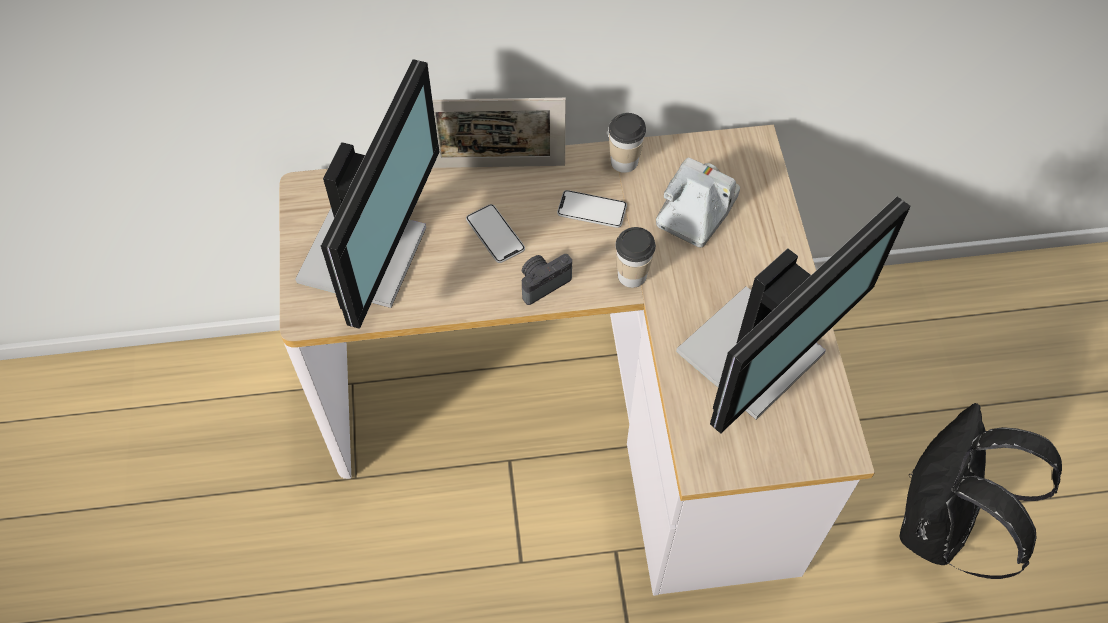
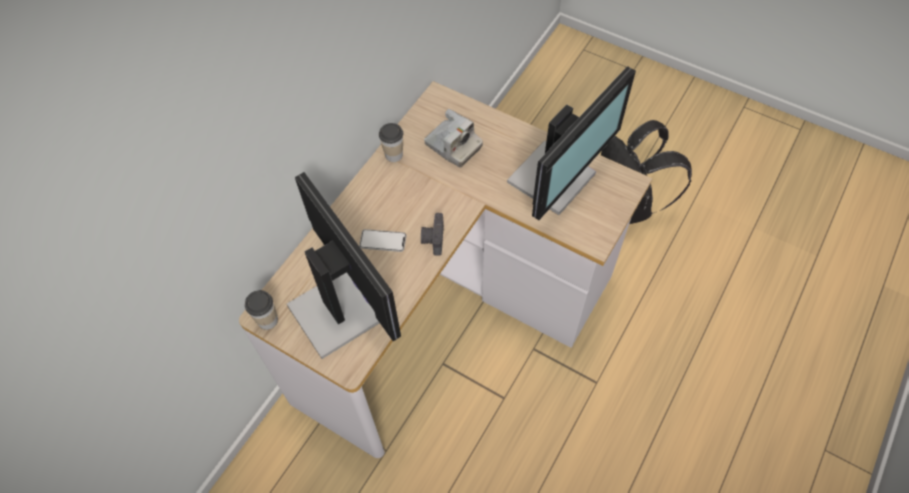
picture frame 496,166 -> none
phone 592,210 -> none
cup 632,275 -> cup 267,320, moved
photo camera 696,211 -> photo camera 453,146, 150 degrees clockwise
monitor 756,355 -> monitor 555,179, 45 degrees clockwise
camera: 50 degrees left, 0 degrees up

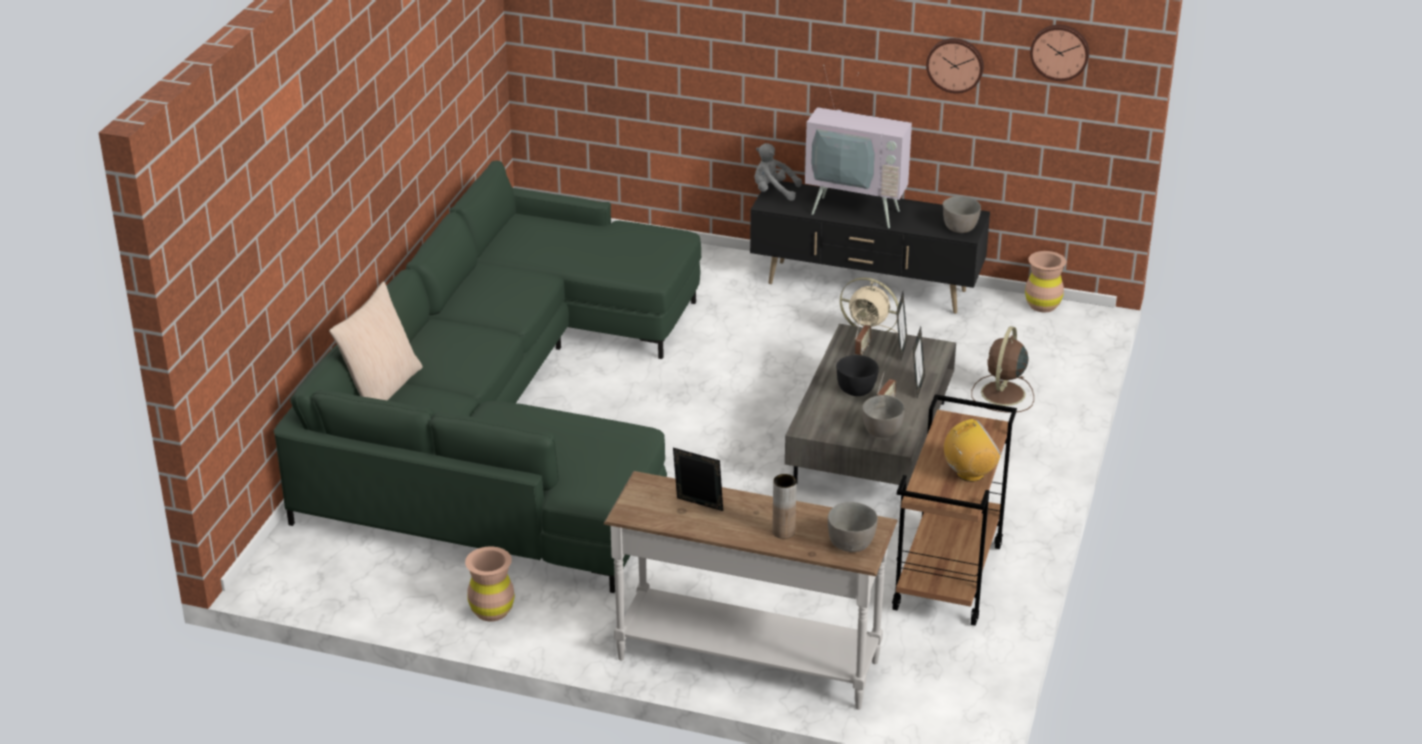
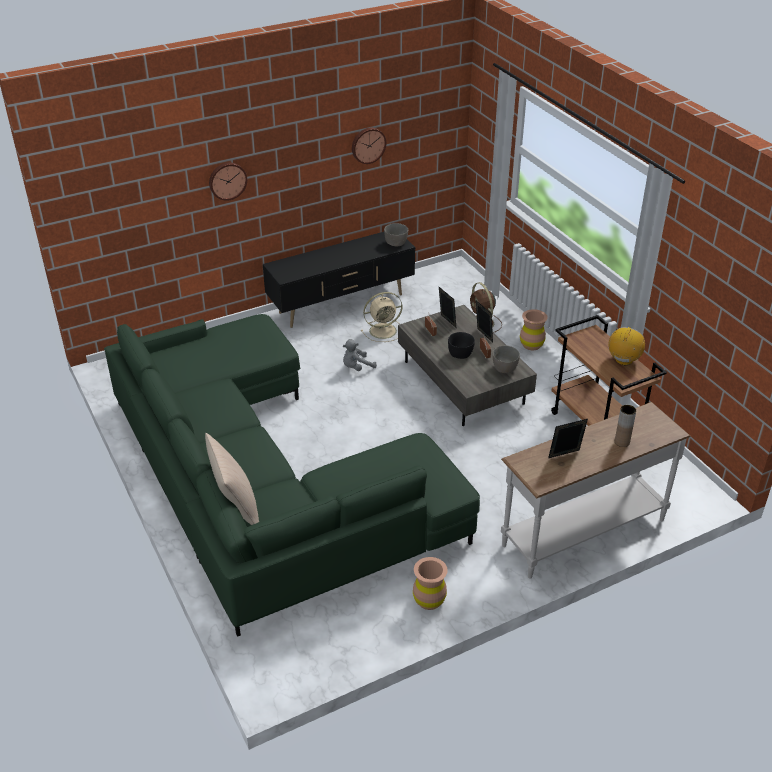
television 858,209 -> none
grey bowl 852,544 -> none
grey plush toy 773,192 -> grey plush toy 356,367, moved
brown vase 1042,305 -> brown vase 531,345, moved
wall clock 1060,51 -> wall clock 227,180, moved
camera: 45 degrees left, 5 degrees up

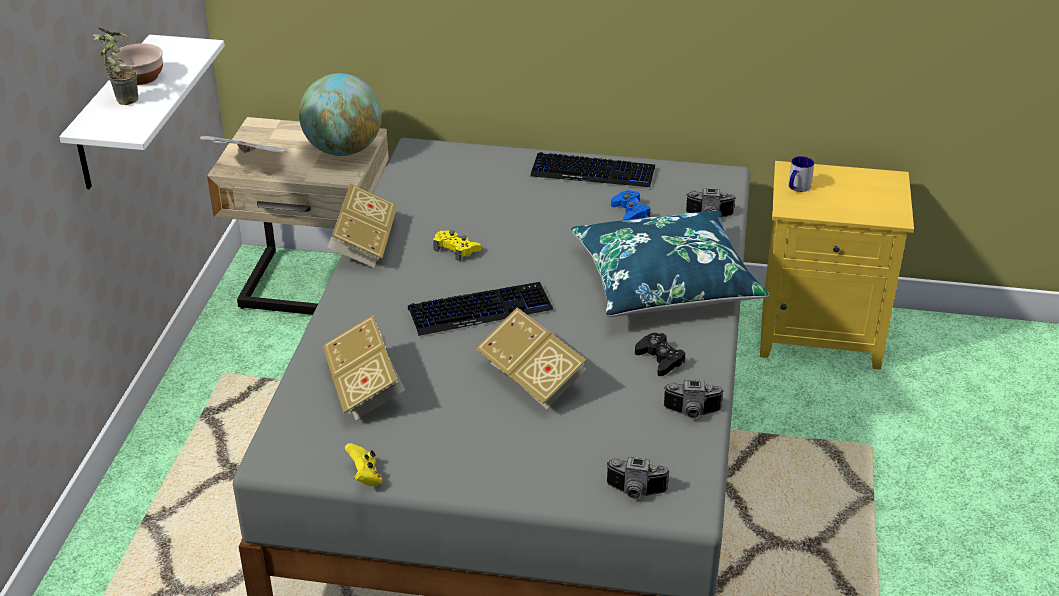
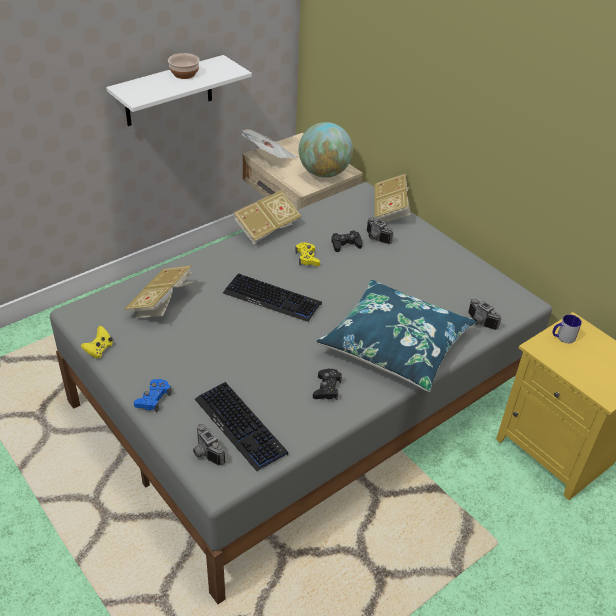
potted plant 121,99 -> none
none -> black game controller 345,244
book 532,378 -> book 390,210, moved
keyboard 593,172 -> keyboard 241,426, moved
blue game controller 630,212 -> blue game controller 153,399, moved
photo camera 692,413 -> photo camera 375,238, moved
camera: 40 degrees right, 5 degrees up

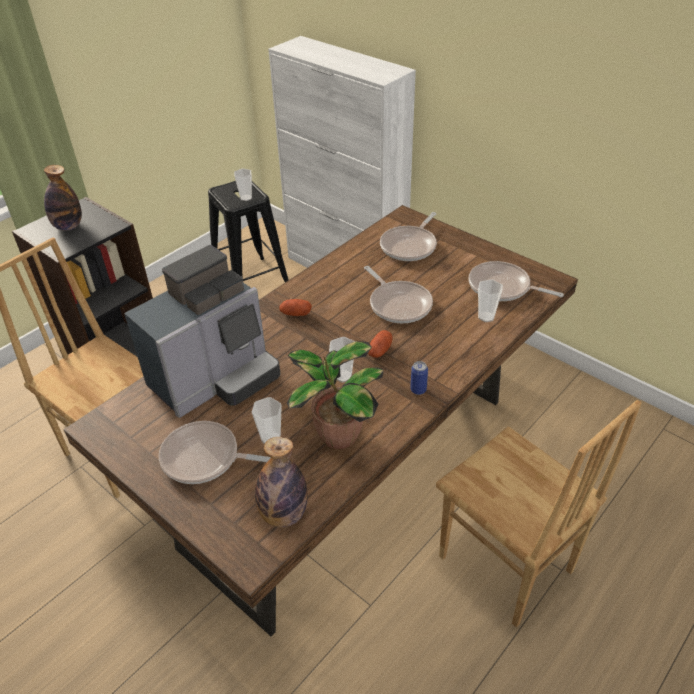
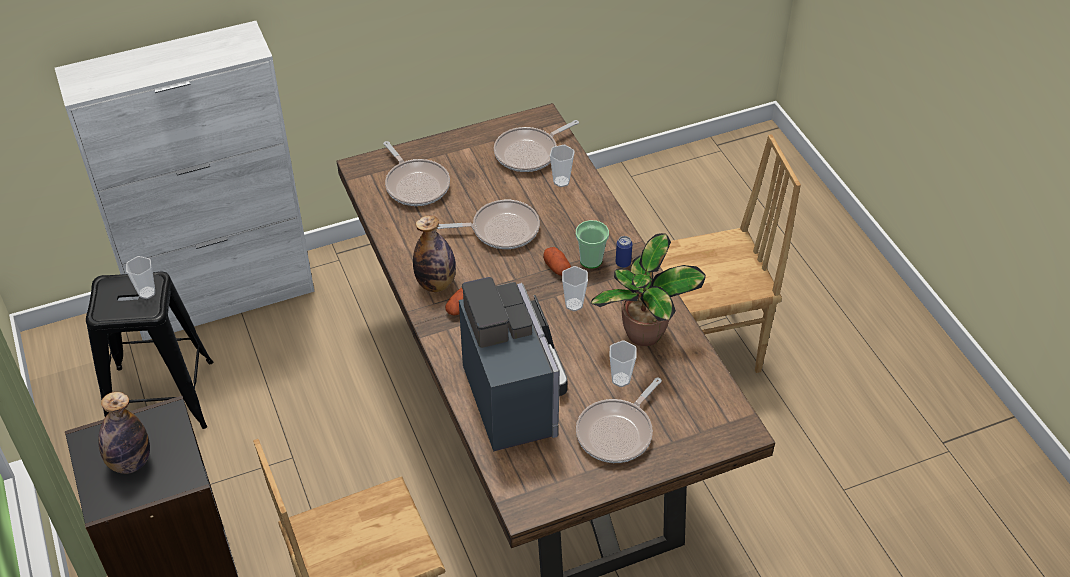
none -> cup 591,260
bottle 283,514 -> bottle 436,283, moved
camera: 65 degrees left, 5 degrees up

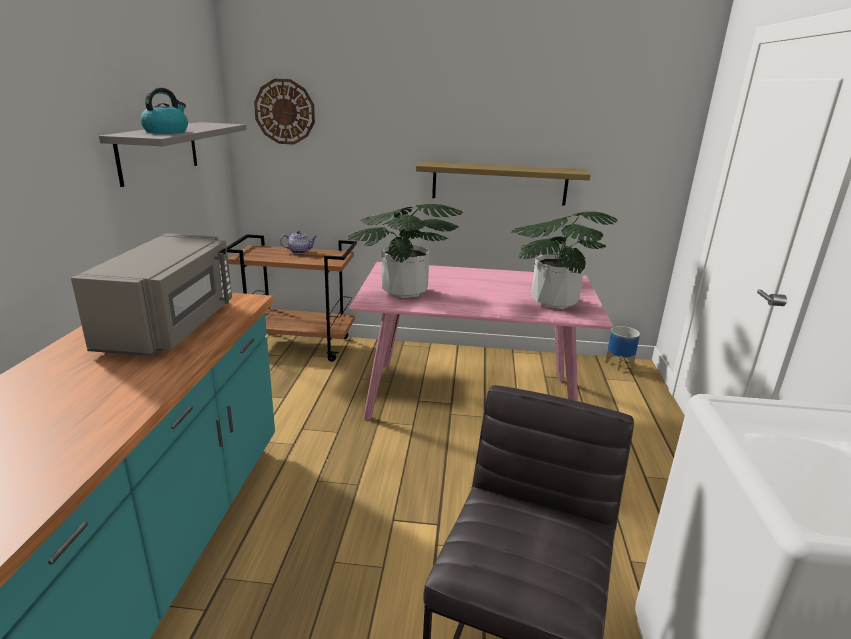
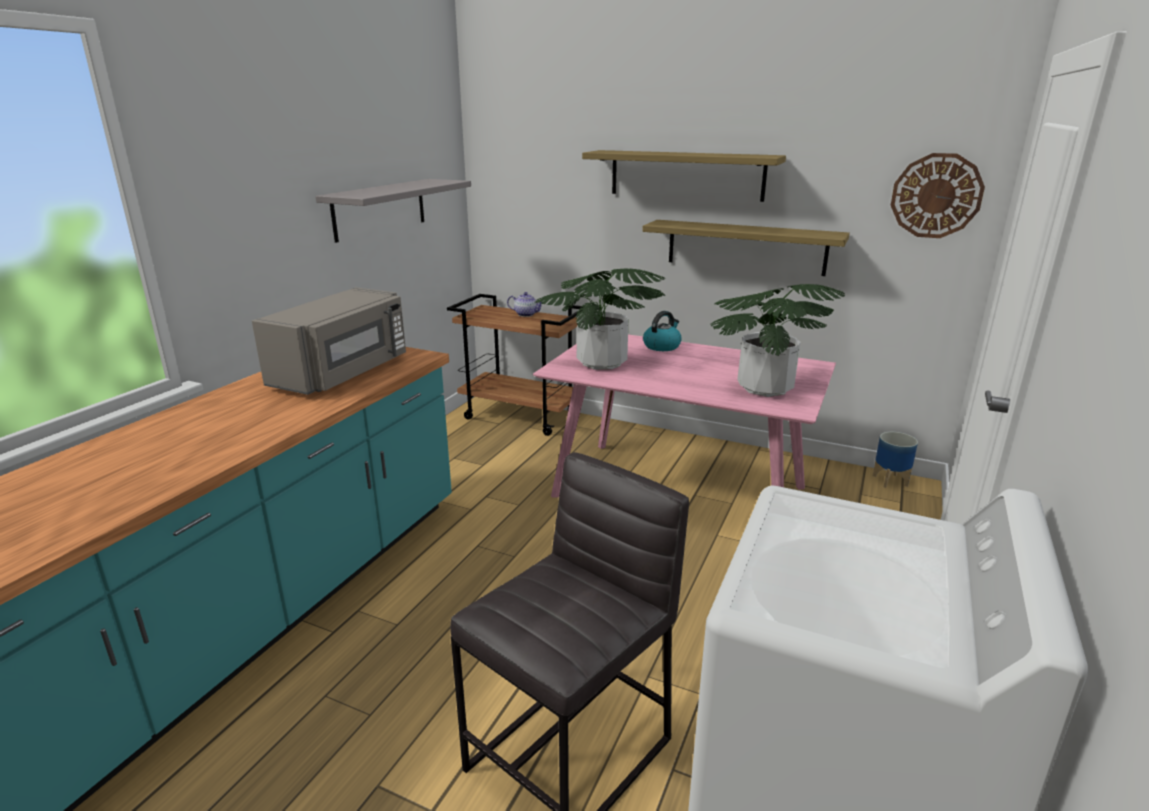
none -> shelf 686,175
kettle 166,132 -> kettle 662,346, moved
wall clock 285,112 -> wall clock 936,196, moved
camera: 20 degrees right, 0 degrees up

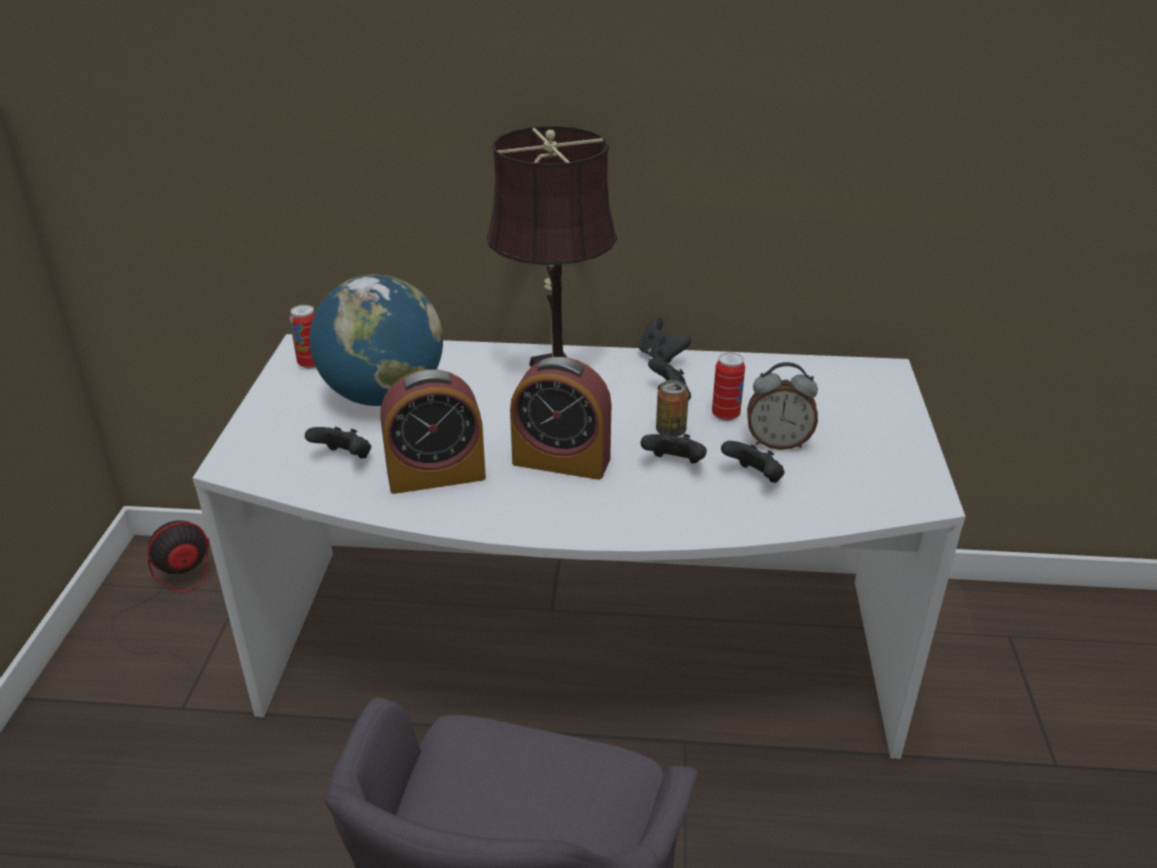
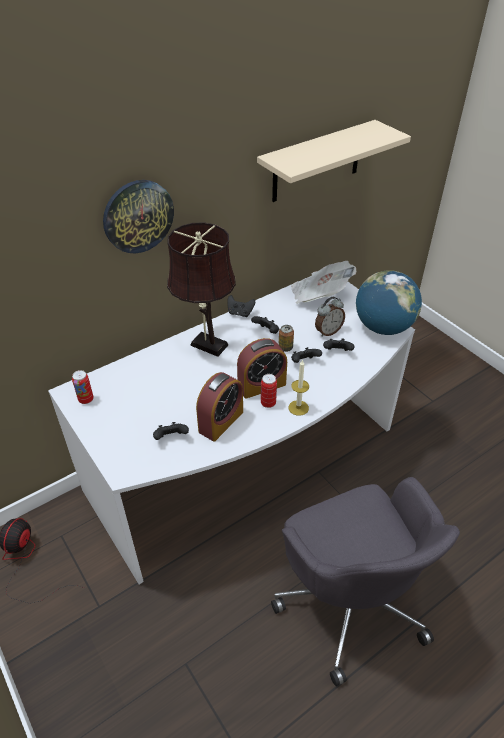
none -> wall clock 138,216
none -> beige shelf 317,162
none -> candle 298,408
none -> newspaper 319,295
globe 383,396 -> globe 383,327, moved
can 725,415 -> can 268,403, moved
camera: 40 degrees left, 10 degrees up

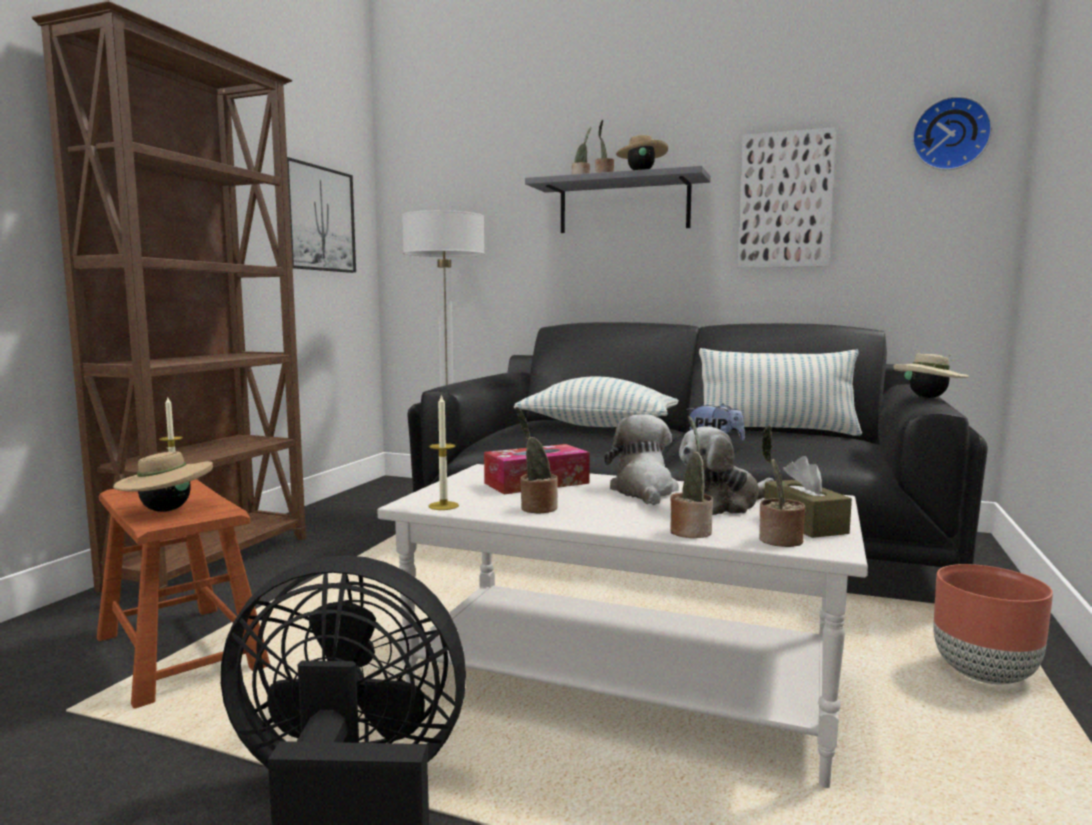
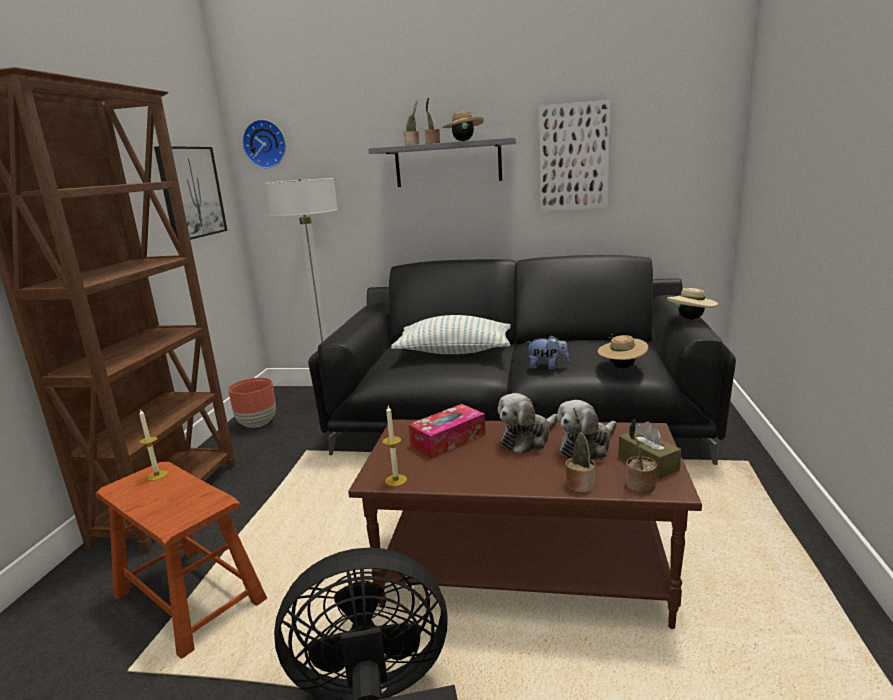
potted plant 536,508 -> none
pillow 776,432 -> none
beige hat 167,510 -> beige hat 621,367, moved
wall clock 950,134 -> wall clock 265,144, moved
brown planter 984,674 -> brown planter 258,424, moved
white coffee table 623,688 -> brown coffee table 524,570
plush toy 644,491 -> plush toy 527,439, 120 degrees counterclockwise
camera: 10 degrees left, 10 degrees up

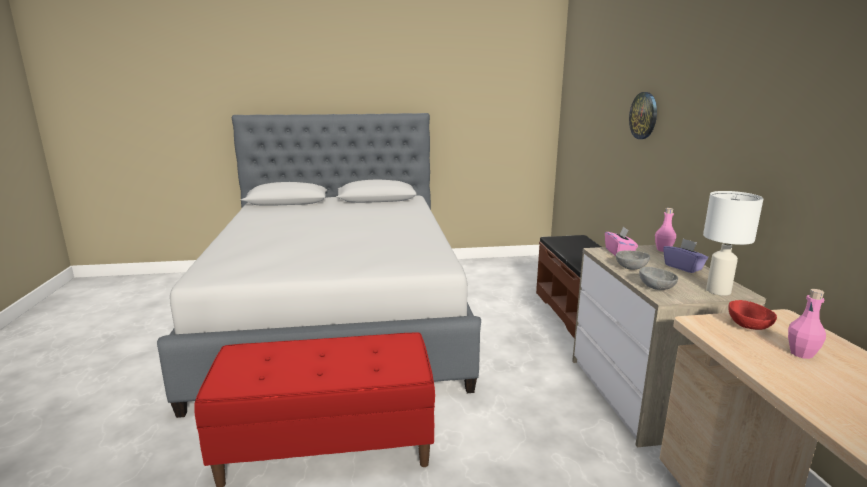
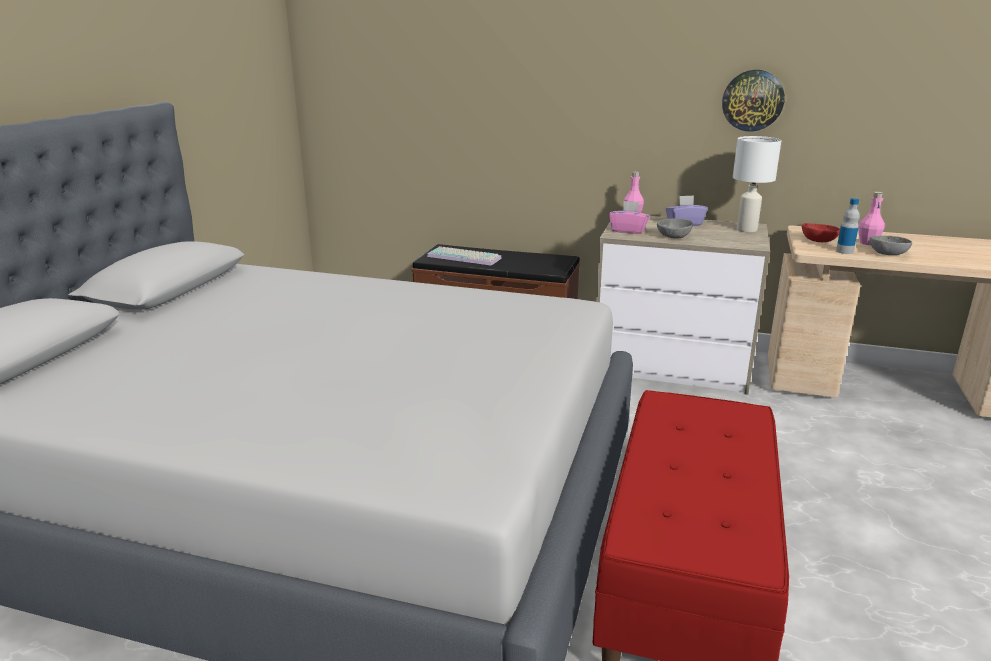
none -> keyboard 465,257
none -> bottle 844,251
wall clock 644,115 -> wall clock 752,100, moved
grey bowl 656,287 -> grey bowl 887,253, moved
camera: 65 degrees left, 5 degrees up

